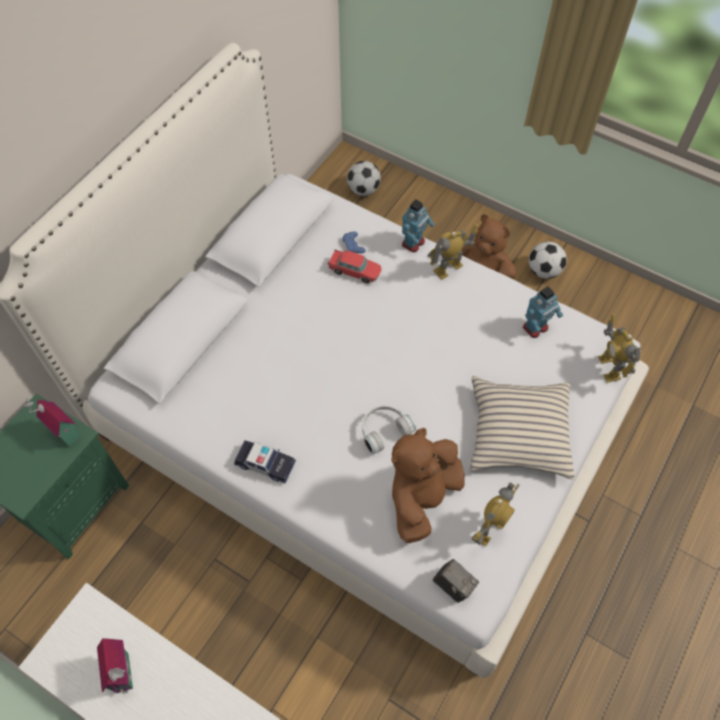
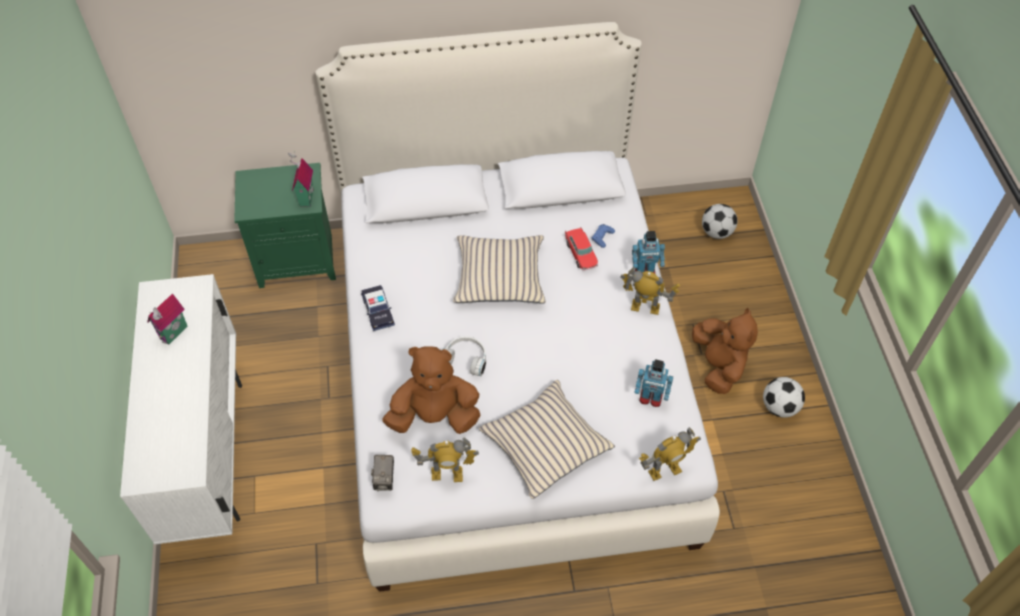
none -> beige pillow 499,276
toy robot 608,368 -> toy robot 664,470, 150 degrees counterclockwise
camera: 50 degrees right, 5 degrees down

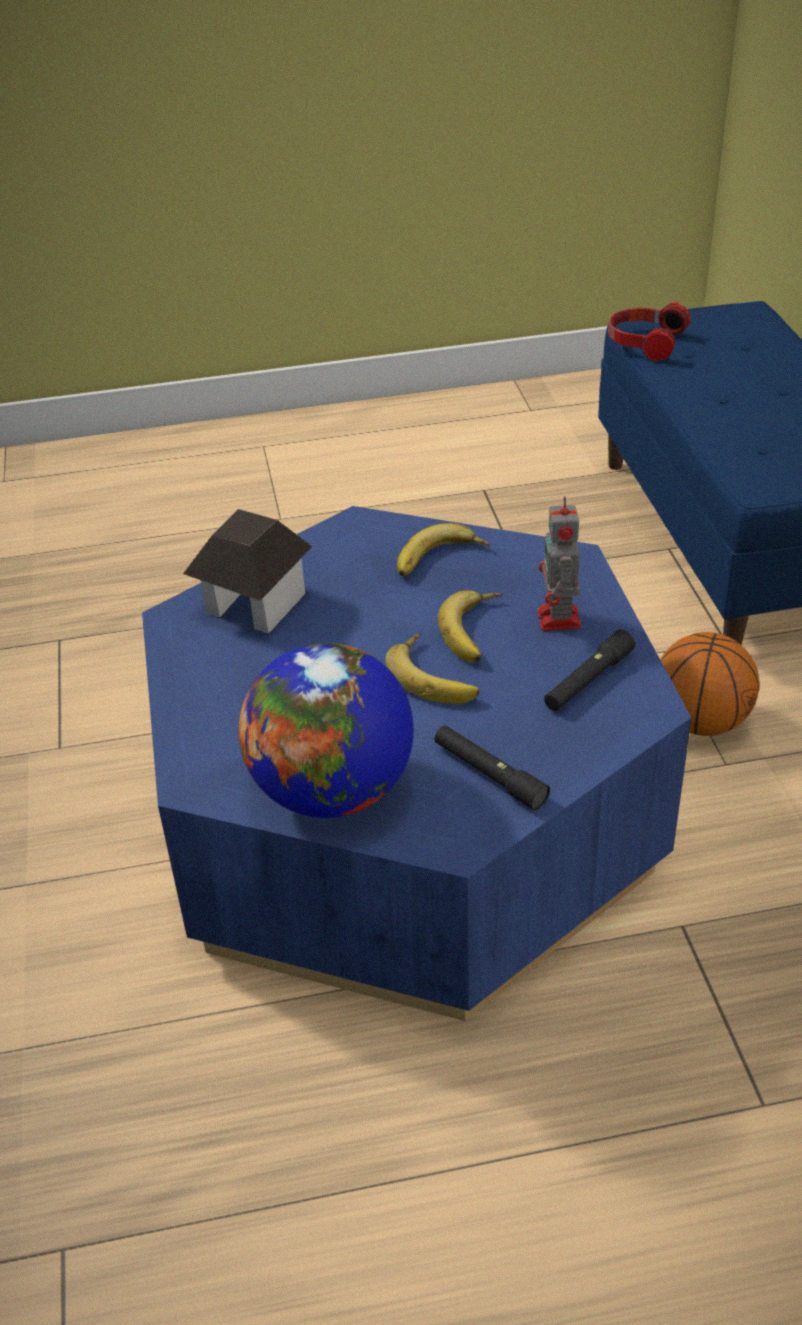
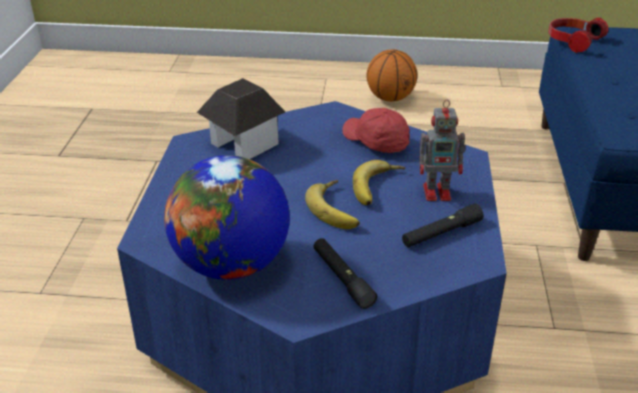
basketball 701,722 -> basketball 390,98, moved
banana 440,560 -> red cap 375,141
toy robot 559,621 -> toy robot 438,192, 105 degrees counterclockwise
camera: 15 degrees right, 5 degrees down

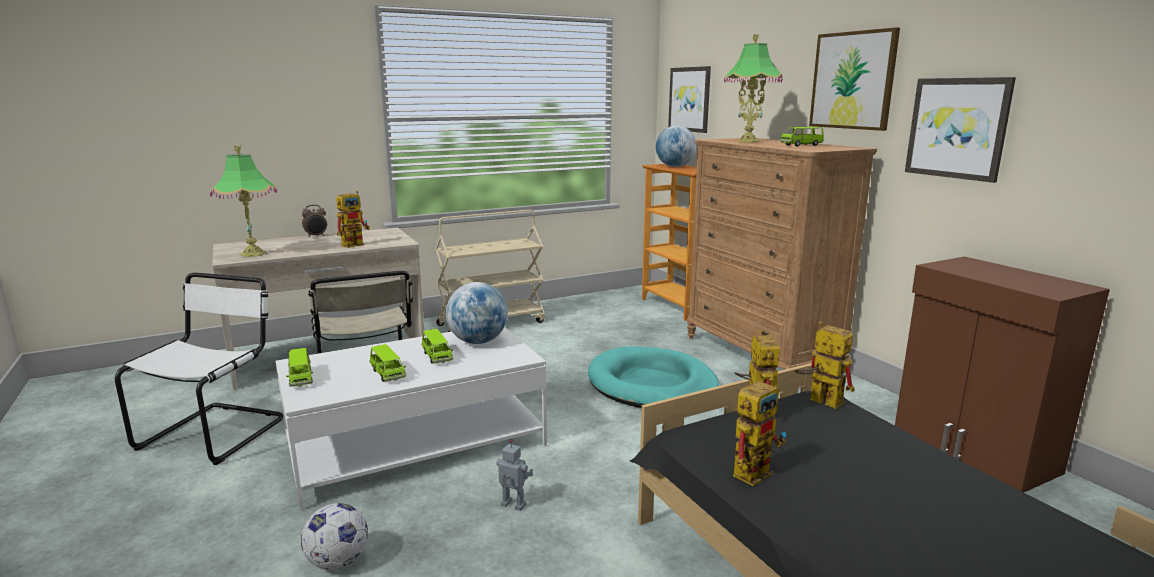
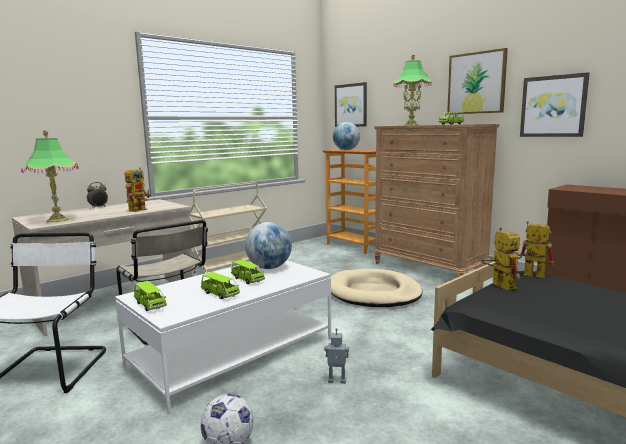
toy robot 754,470 -> none
turquoise dog bed 651,384 -> beige dog bed 373,293
camera: 15 degrees left, 5 degrees down

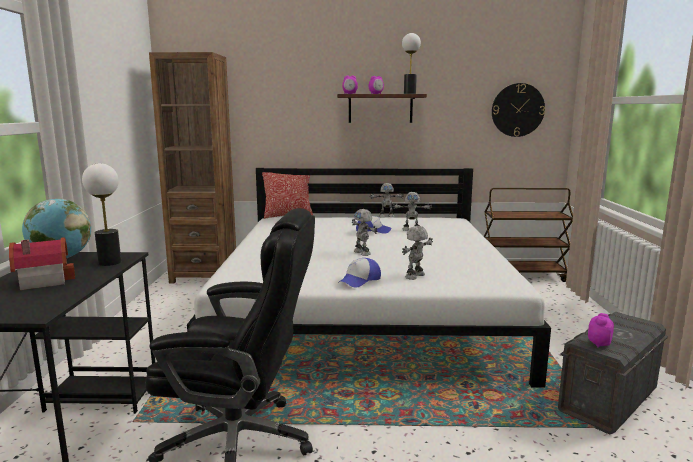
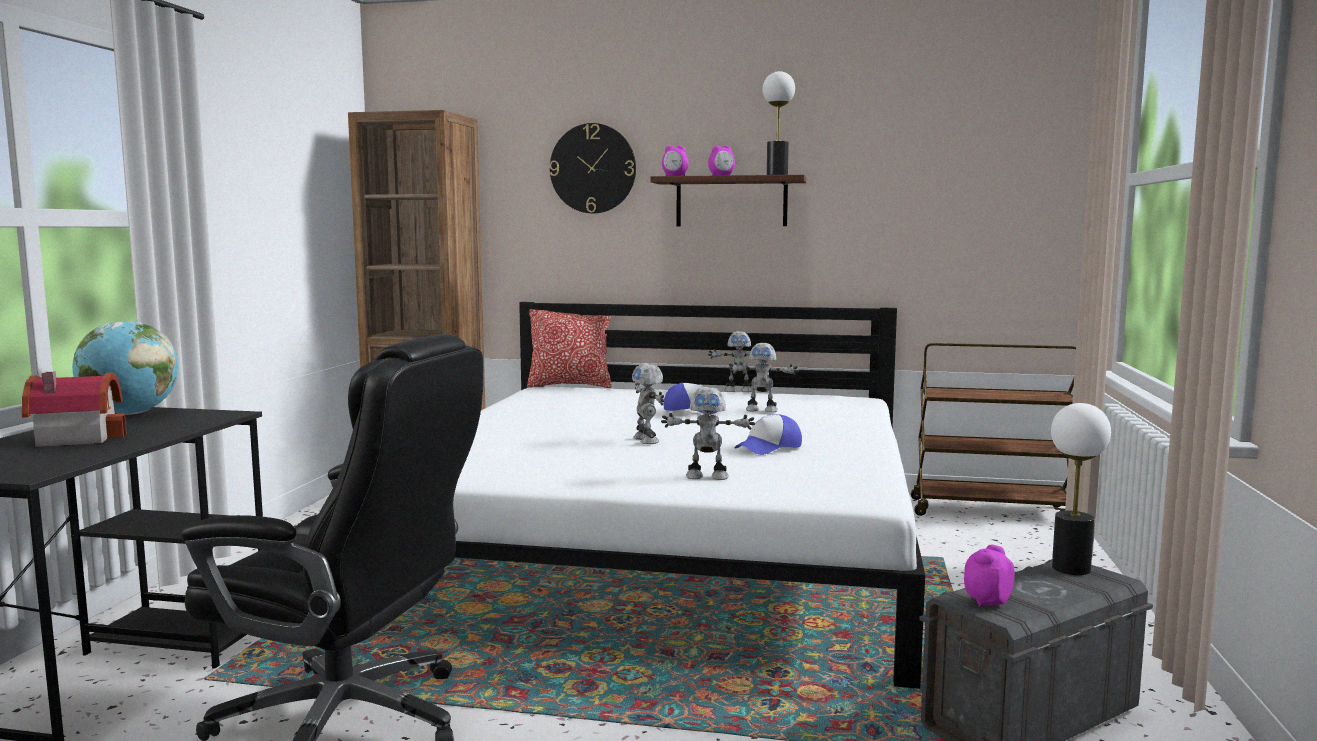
table lamp 109,262 -> table lamp 1070,568, moved
cap 360,280 -> cap 769,447, moved
wall clock 517,110 -> wall clock 593,168, moved
toy robot 416,276 -> toy robot 707,476, 135 degrees counterclockwise
camera: 10 degrees right, 5 degrees down

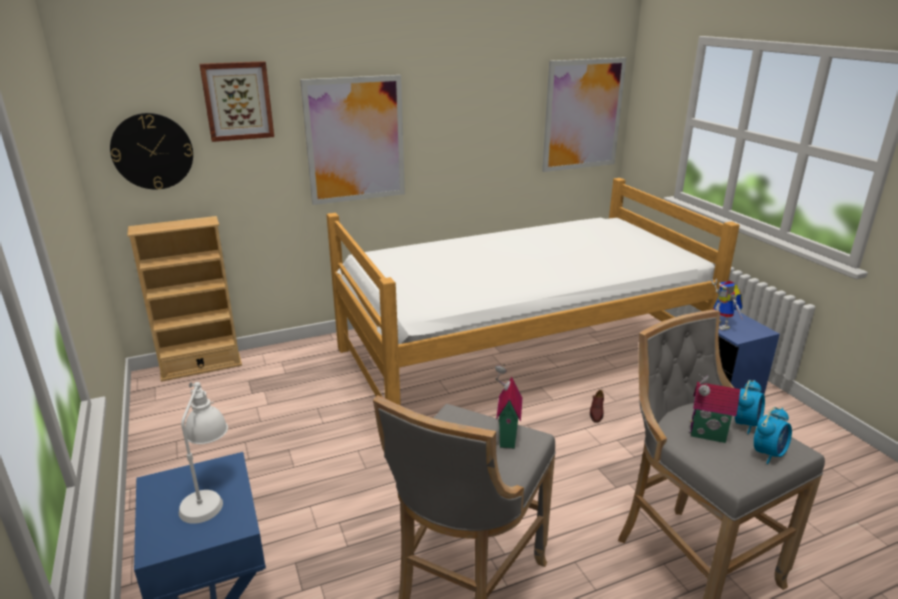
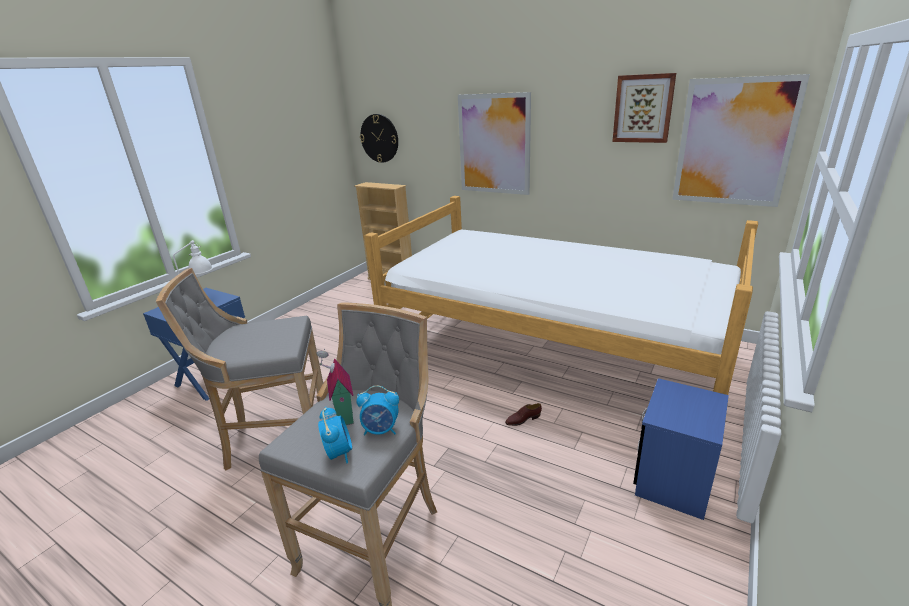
toy house 505,437 -> none
toy robot 723,326 -> none
picture 237,101 -> picture 643,108, moved
alarm clock 768,453 -> alarm clock 339,453, 120 degrees counterclockwise
camera: 55 degrees right, 0 degrees up

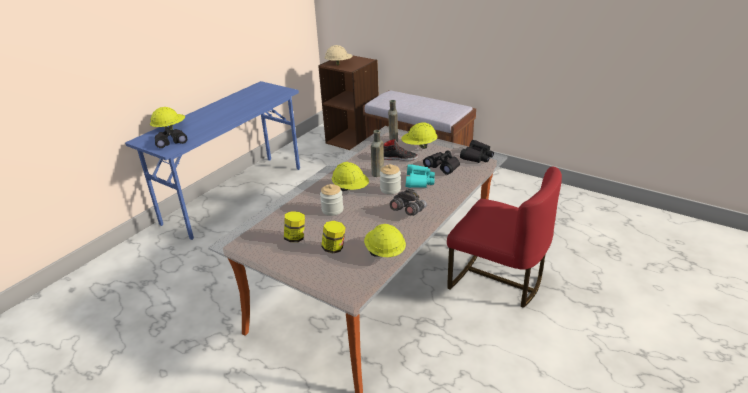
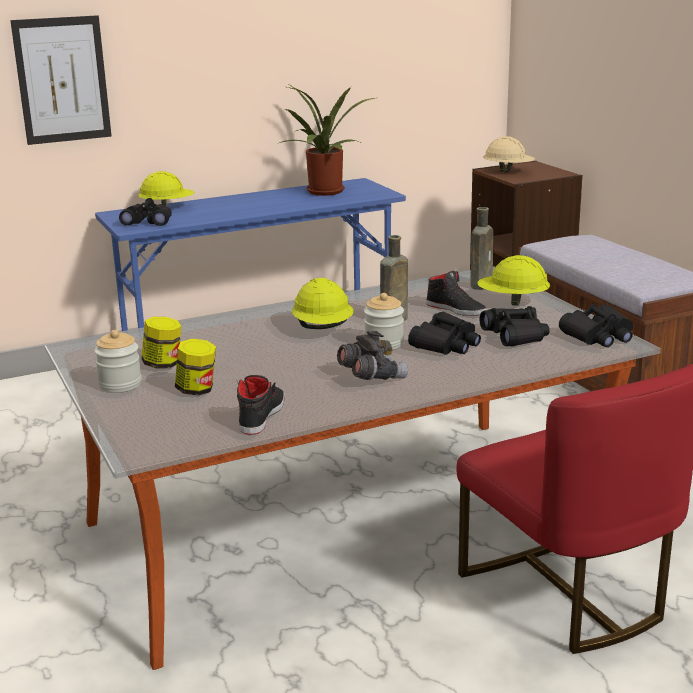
none -> picture 62,80
none -> potted plant 325,193
jar 332,210 -> jar 120,384, moved
yellow hard hat 384,252 -> black shoe 261,415
turquoise binoculars 419,181 -> black binoculars 446,344
camera: 30 degrees right, 10 degrees down

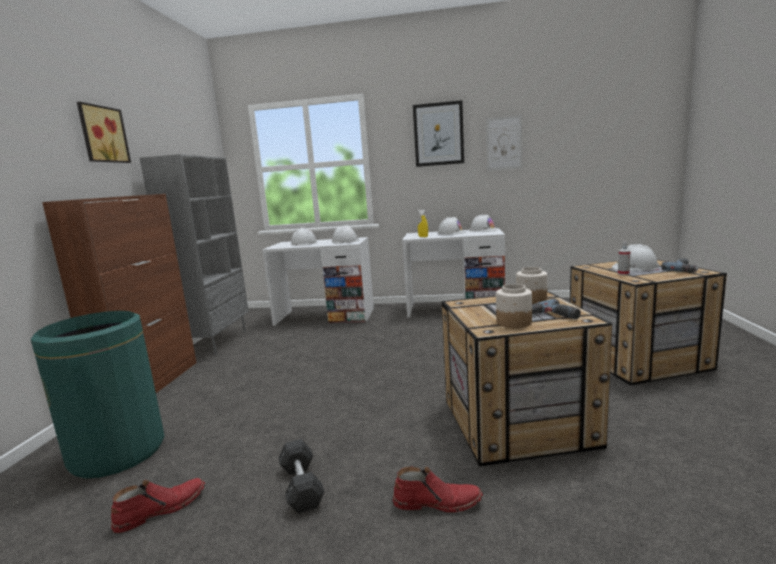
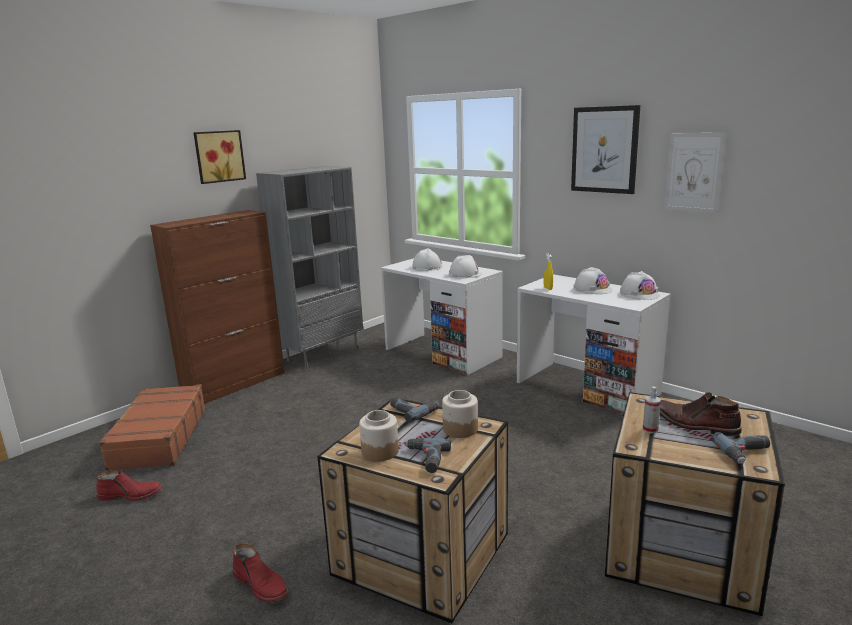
grey dumbbell 301,486 -> none
none -> power drill 413,410
green trash can 118,452 -> brown suitcase 158,438
white hard hat 635,267 -> brown boot 695,424
camera: 35 degrees right, 5 degrees up

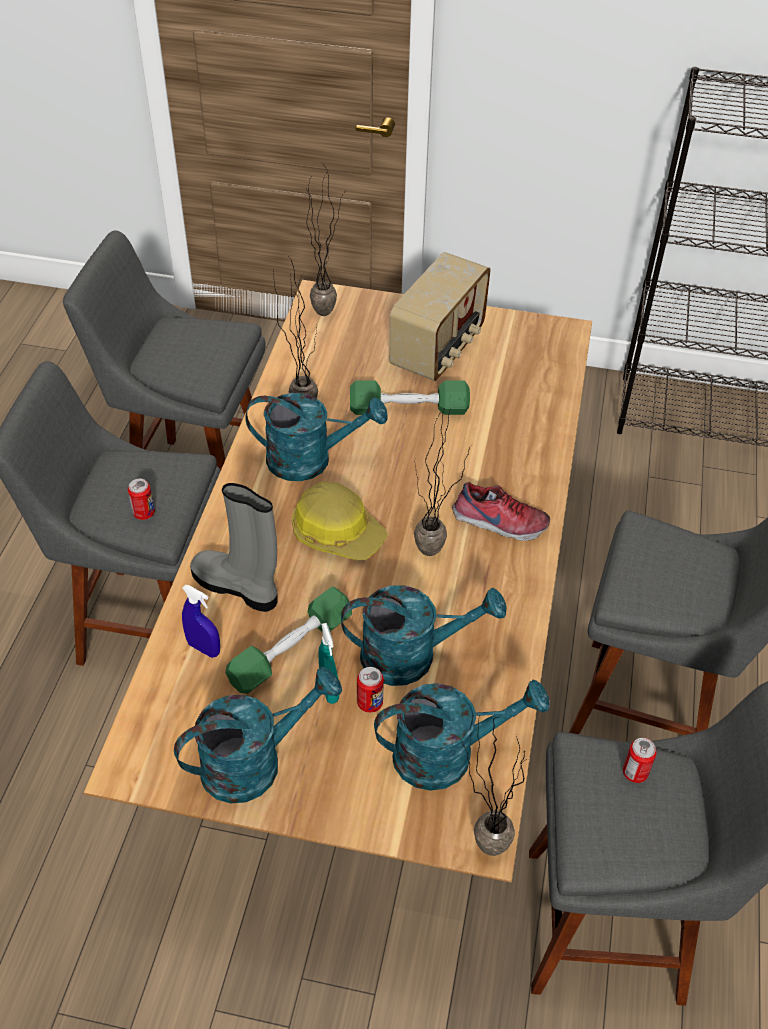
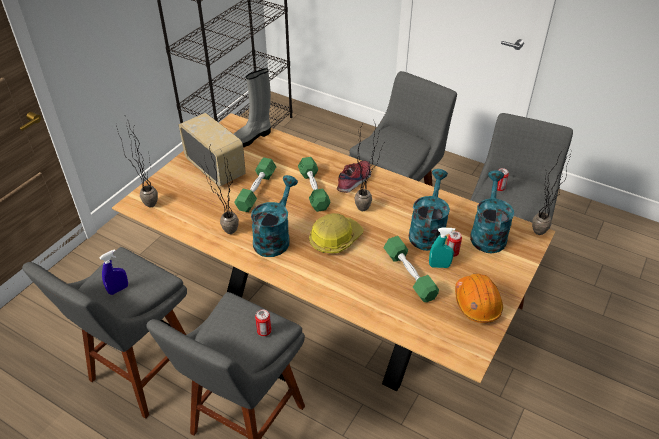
none -> green dumbbell 313,190
blue spray bottle 204,648 -> blue spray bottle 118,289, moved
grey boot 238,587 -> grey boot 252,137, moved
turquoise watering can 255,761 -> orange hard hat 477,303
camera: 70 degrees left, 5 degrees down

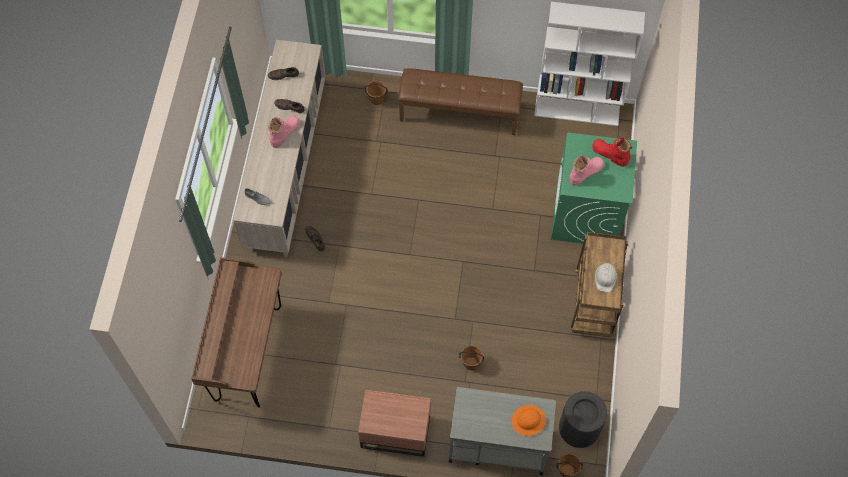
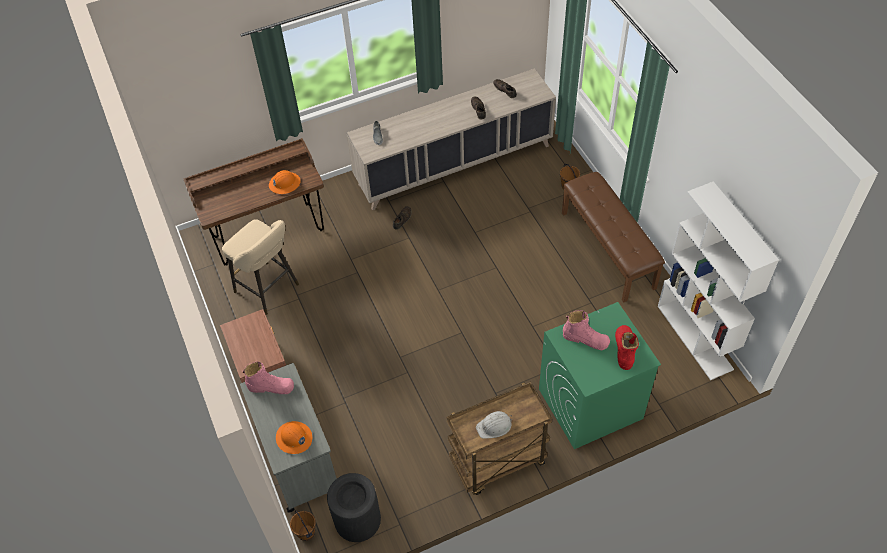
brown bucket 470,363 -> none
none -> beige stool 269,290
none -> orange hard hat 284,183
pink boot 284,133 -> pink boot 271,387, moved
camera: 60 degrees right, 10 degrees down

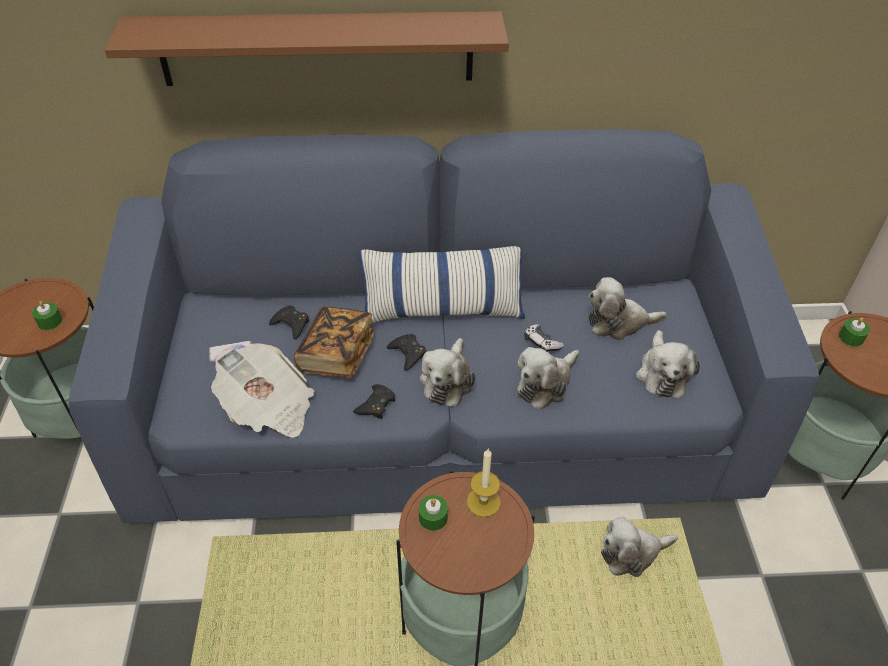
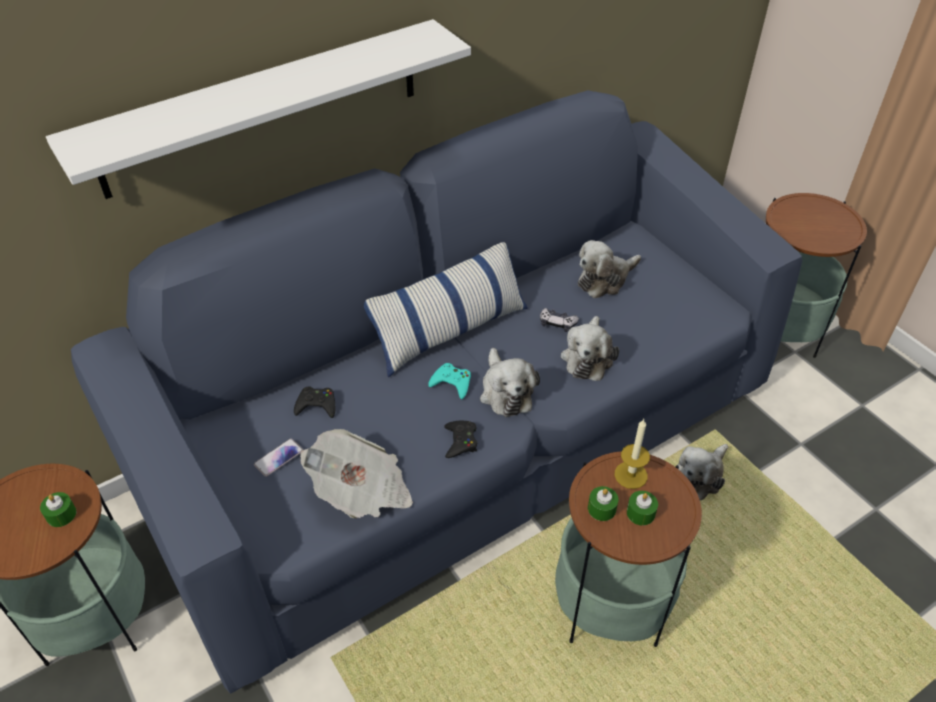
book 336,354 -> none
plush toy 662,374 -> none
green candle 851,337 -> green candle 640,513, moved
brown shelf 317,48 -> white shelf 263,108
black game controller 408,354 -> turquoise game controller 452,383
camera: 30 degrees left, 0 degrees up

